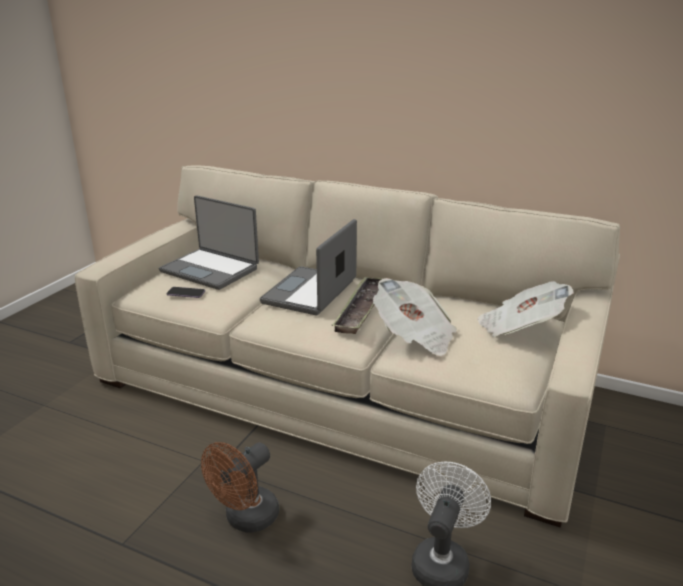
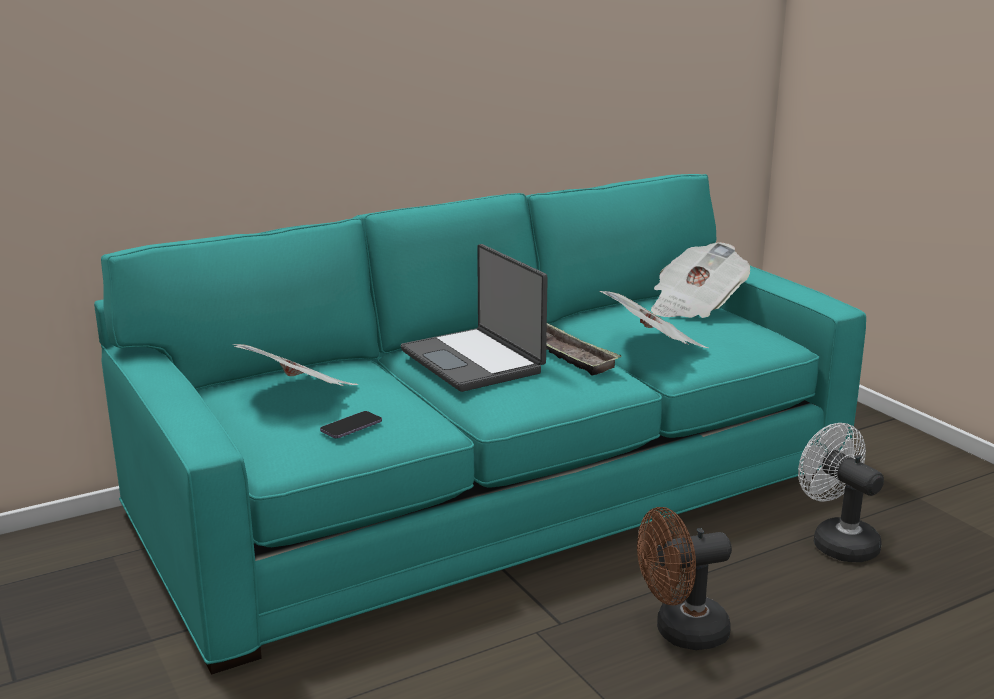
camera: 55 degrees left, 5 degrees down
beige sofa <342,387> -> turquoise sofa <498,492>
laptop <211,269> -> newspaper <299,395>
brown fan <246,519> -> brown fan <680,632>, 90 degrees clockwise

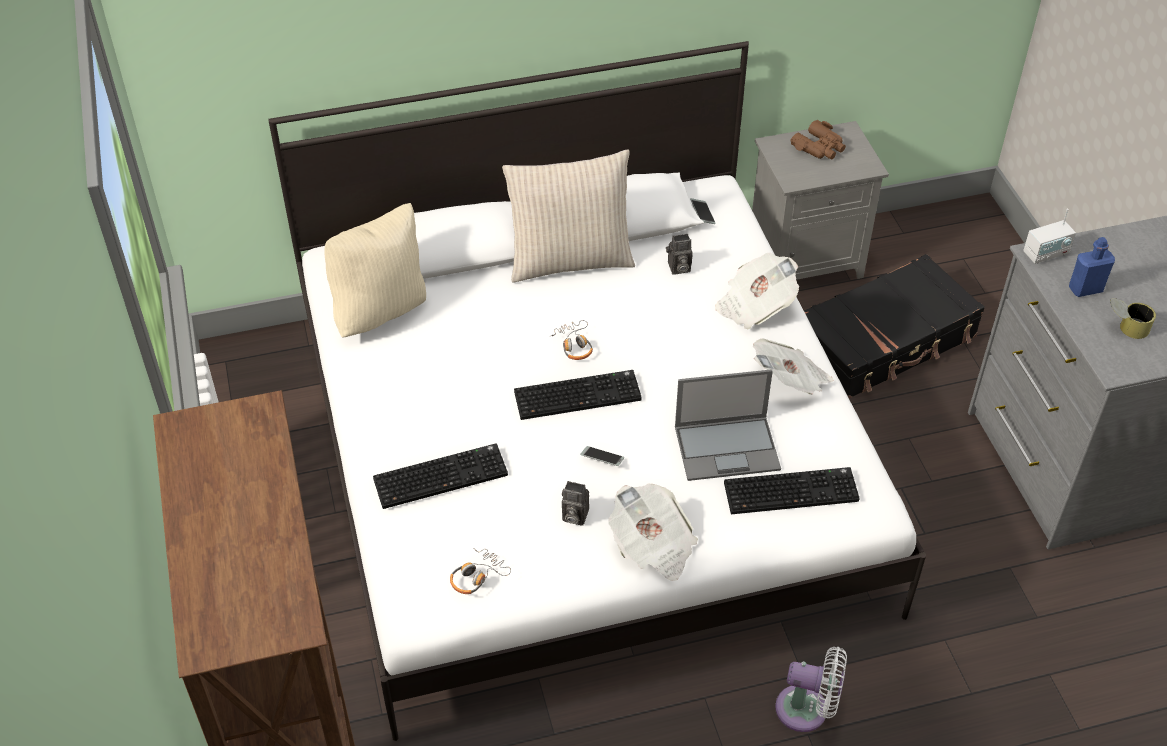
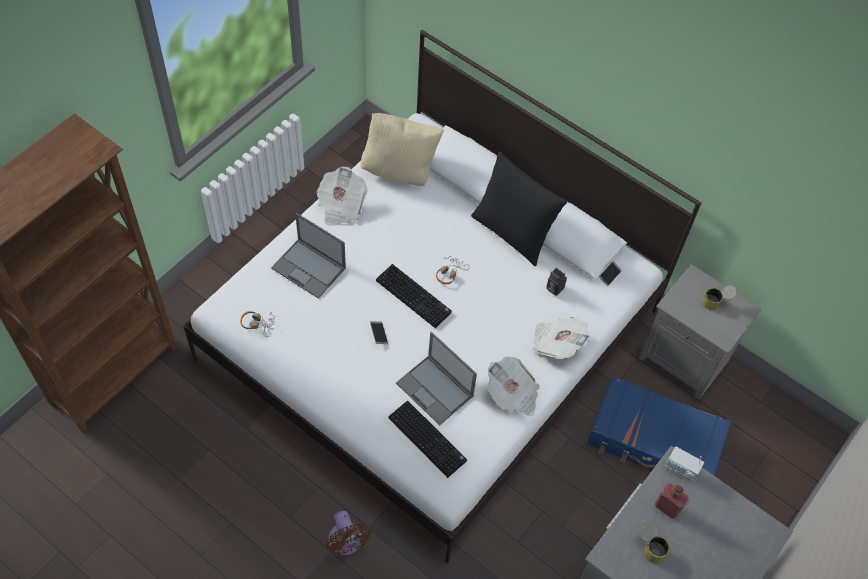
camera: 50 degrees right, 10 degrees up
keyboard <441,475> -> laptop <309,268>
newspaper <653,546> -> newspaper <341,206>, moved
white fan <807,710> -> brown fan <346,542>
beige pillow <570,260> -> black pillow <513,232>
black suitcase <885,341> -> blue suitcase <654,441>
blue bottle <1085,289> -> red bottle <667,507>
brown binoculars <819,147> -> can <716,302>
photo camera <573,516> -> none

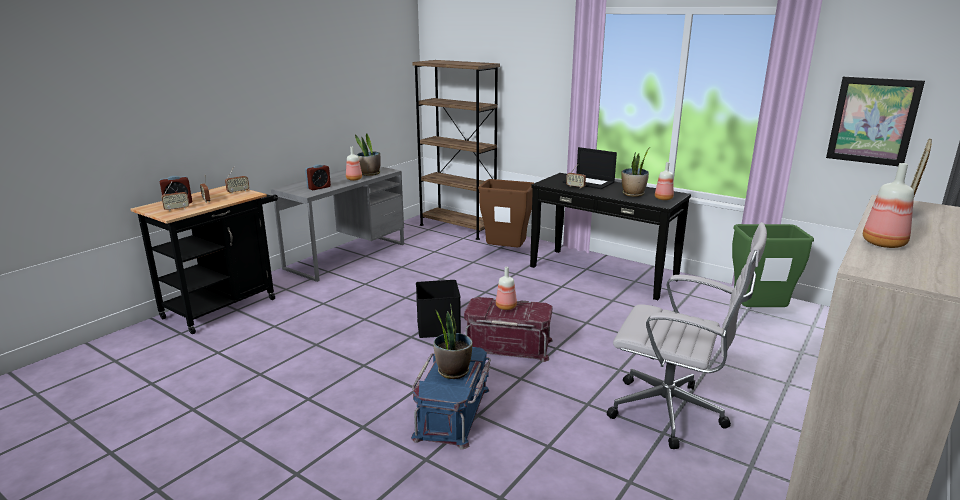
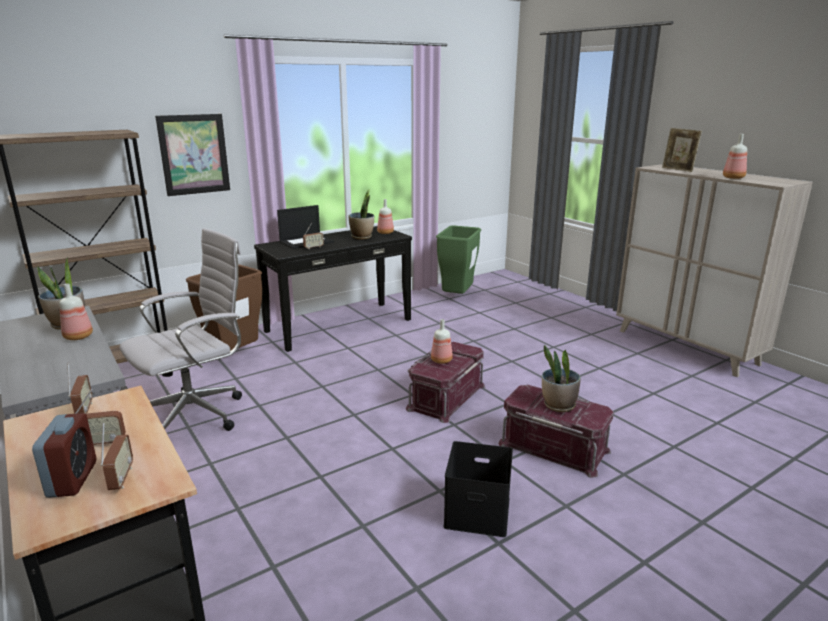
camera: 70 degrees left, 0 degrees up
white office chair <671,413> -> white office chair <198,414>, moved
picture <873,121> -> picture <194,154>, moved
black storage box <437,326> -> black storage box <475,513>, moved
blue storage box <453,413> -> red storage box <554,447>
alarm clock <319,187> -> none

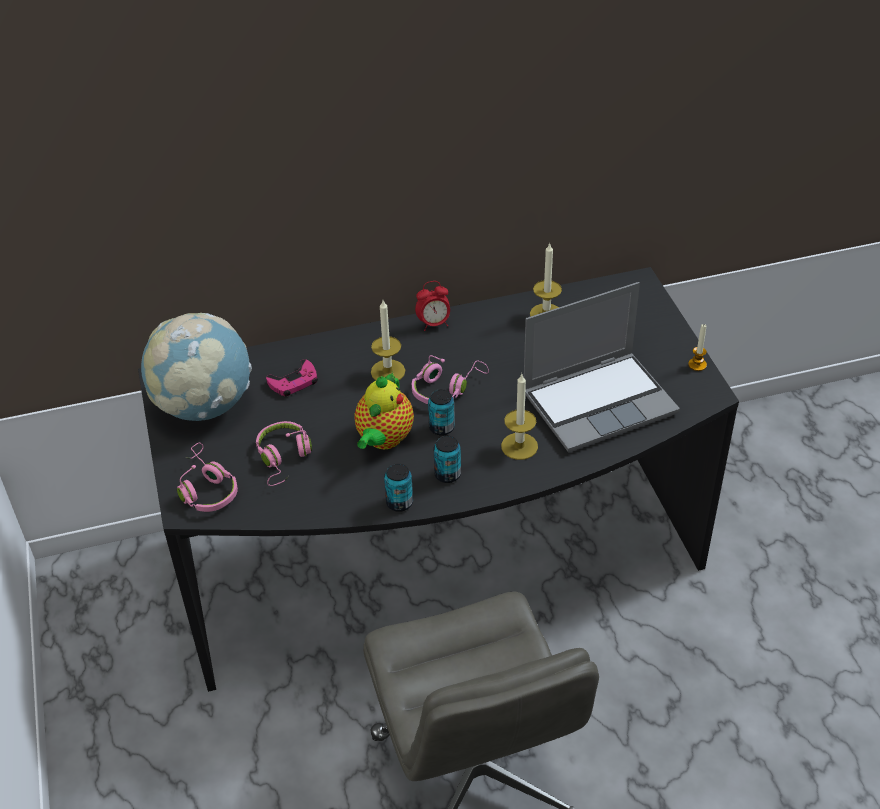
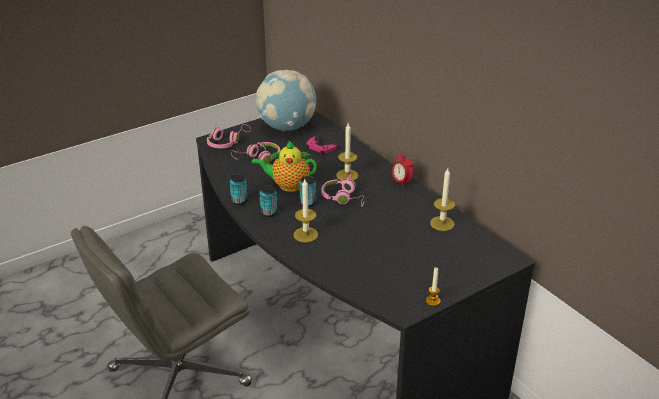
camera: 70 degrees right, 10 degrees down
laptop <600,402> -> none

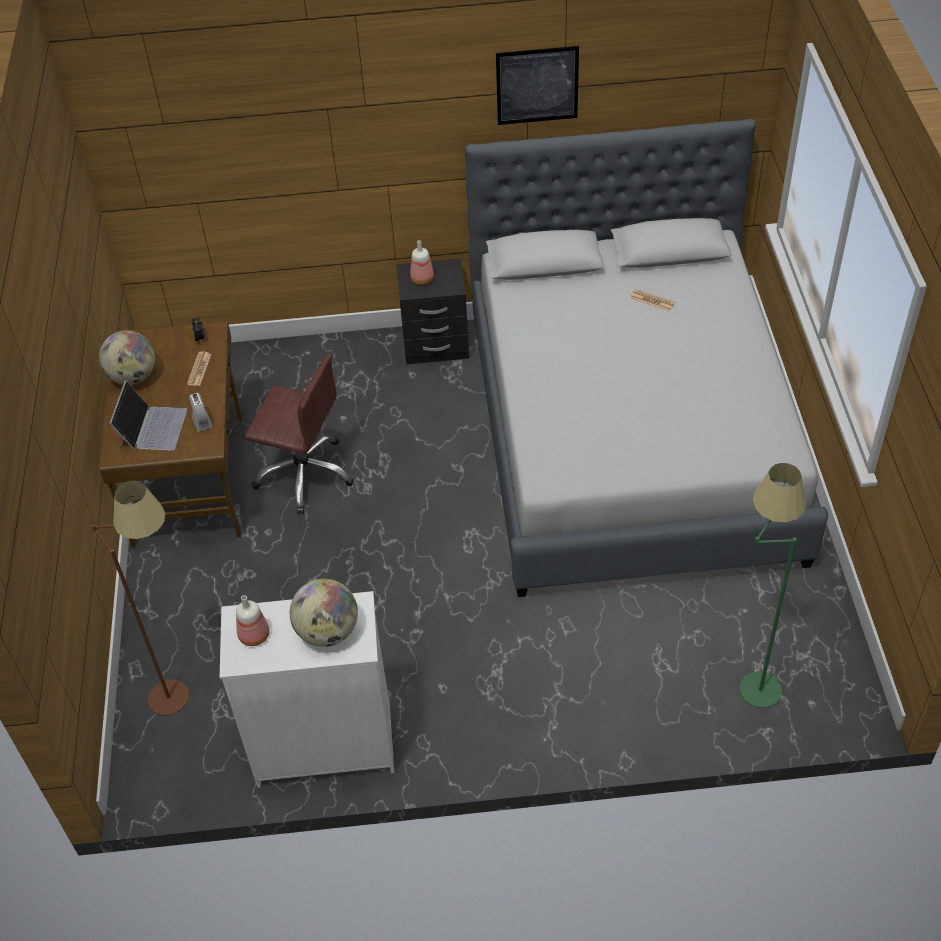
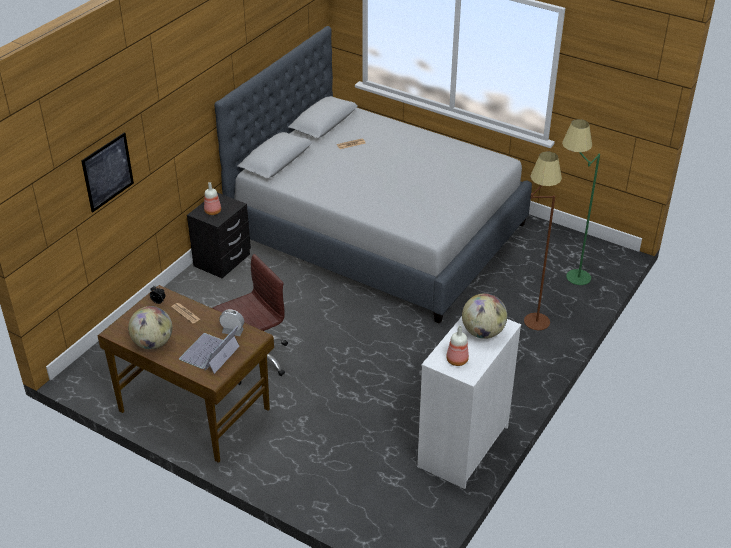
camera: 55 degrees left, 10 degrees down
picture <537,85> -> picture <107,172>, moved
laptop <152,427> -> laptop <209,353>, 105 degrees counterclockwise
brown floor lamp <181,683> -> brown floor lamp <531,314>, moved

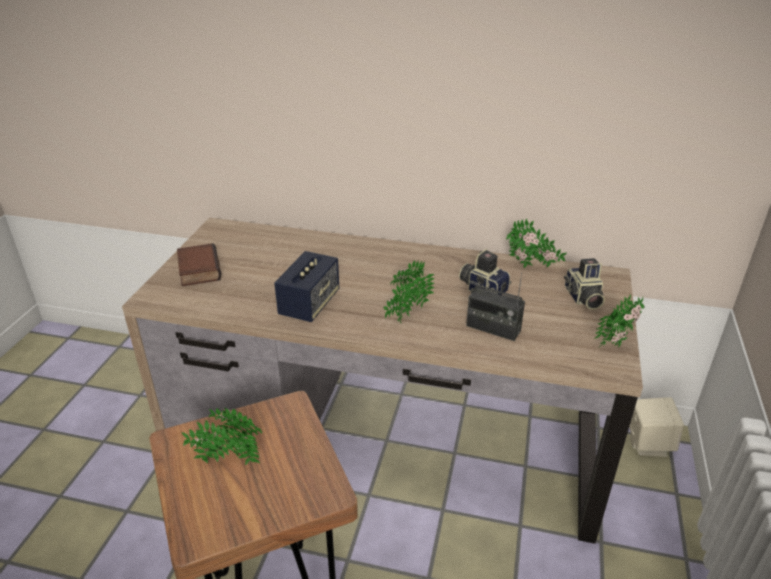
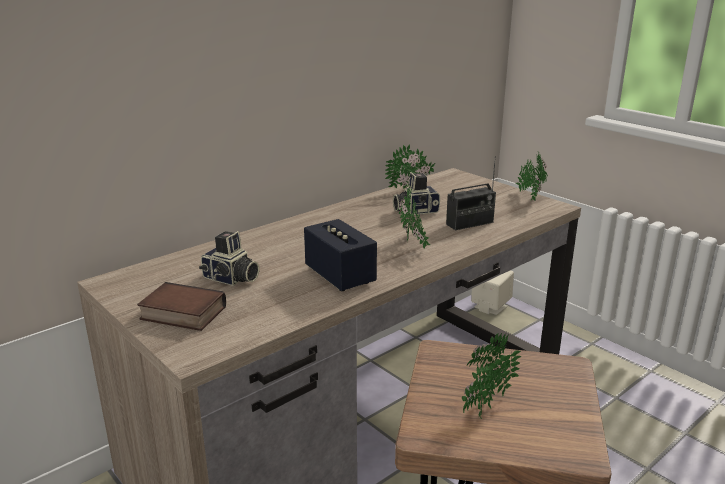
camera: 55 degrees left, 10 degrees down
photo camera <582,298> -> photo camera <231,279>, moved

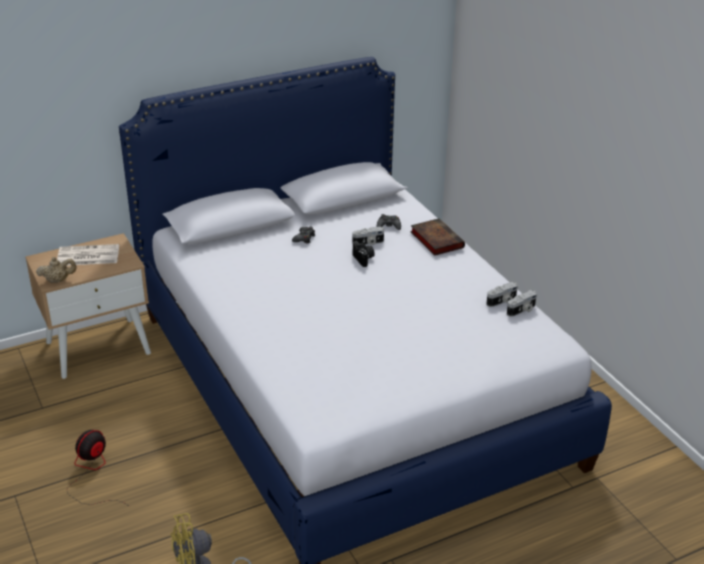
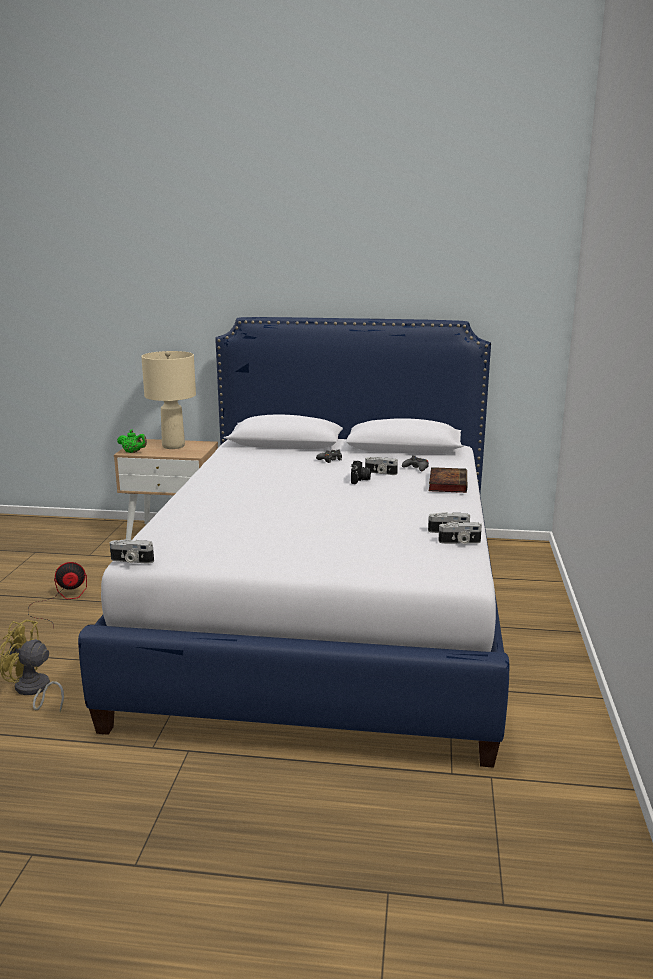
camera: 35 degrees right, 15 degrees down
none -> photo camera <131,561>
beige teapot <58,280> -> green teapot <133,452>
newspaper <87,256> -> beige table lamp <173,446>

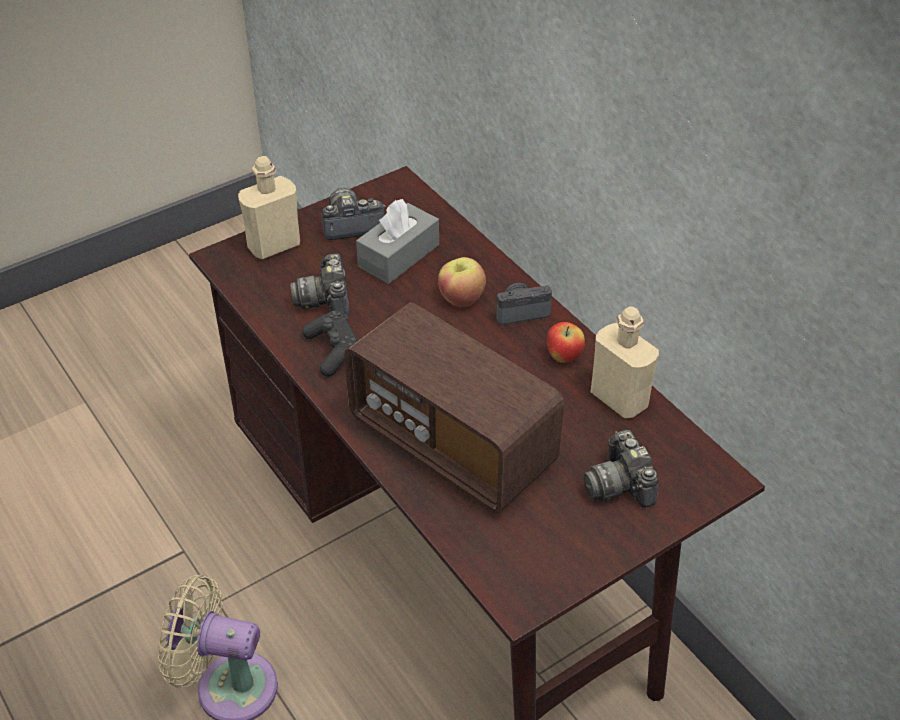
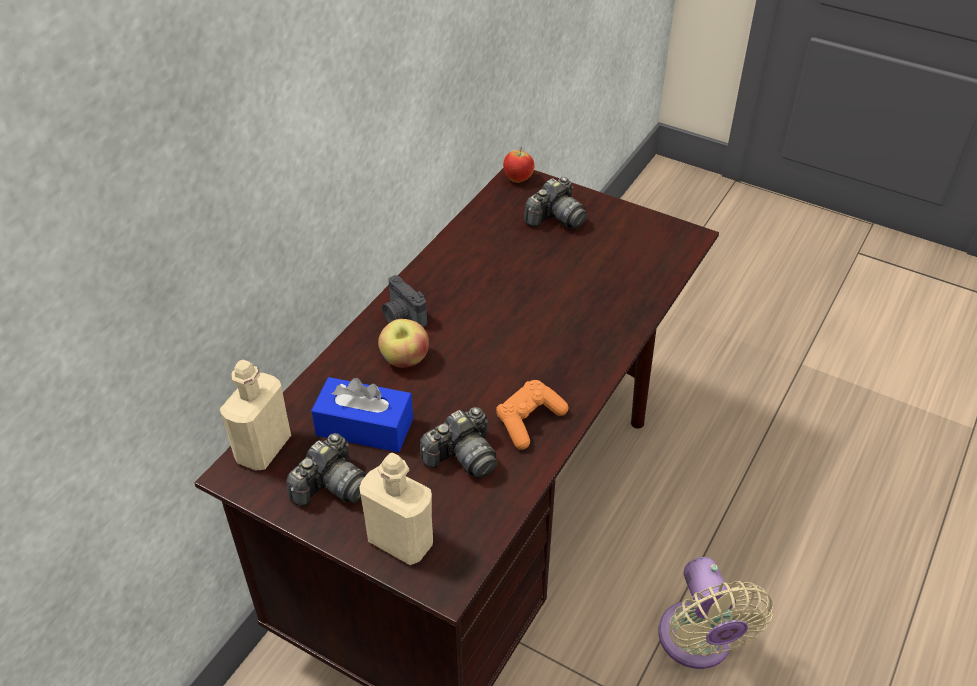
camera: 115 degrees left, 0 degrees up
beige bottle <619,399> -> beige bottle <263,448>, moved
photo camera <351,225> -> photo camera <331,486>, 105 degrees counterclockwise
grey tissue box <398,256> -> blue tissue box <365,427>
black game controller <334,351> -> orange game controller <529,421>
apple <563,357> -> apple <518,179>, moved
radio <452,444> -> none

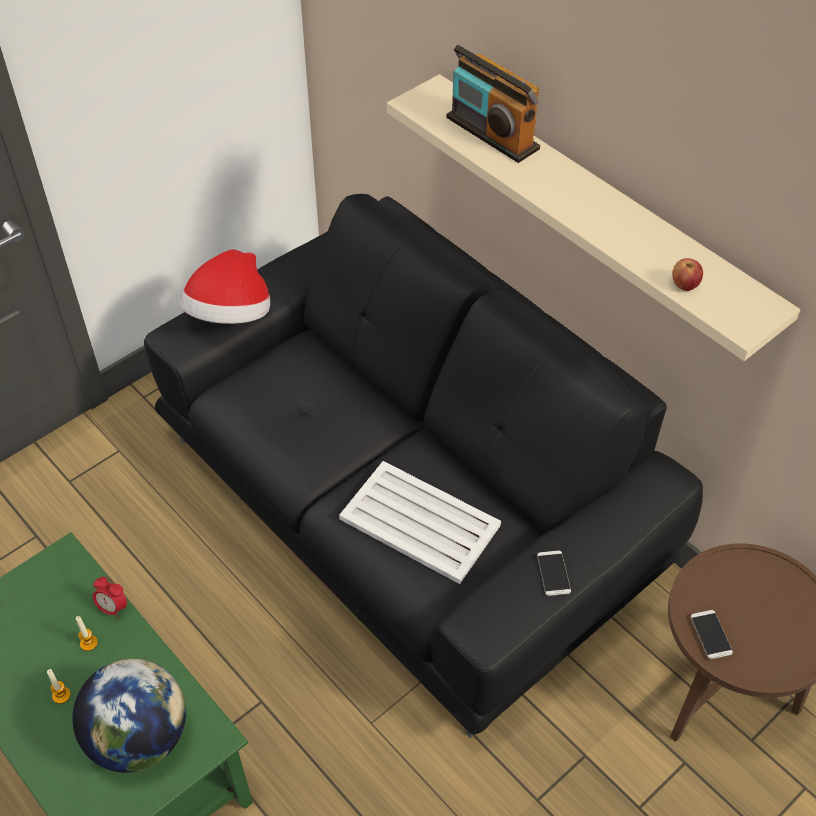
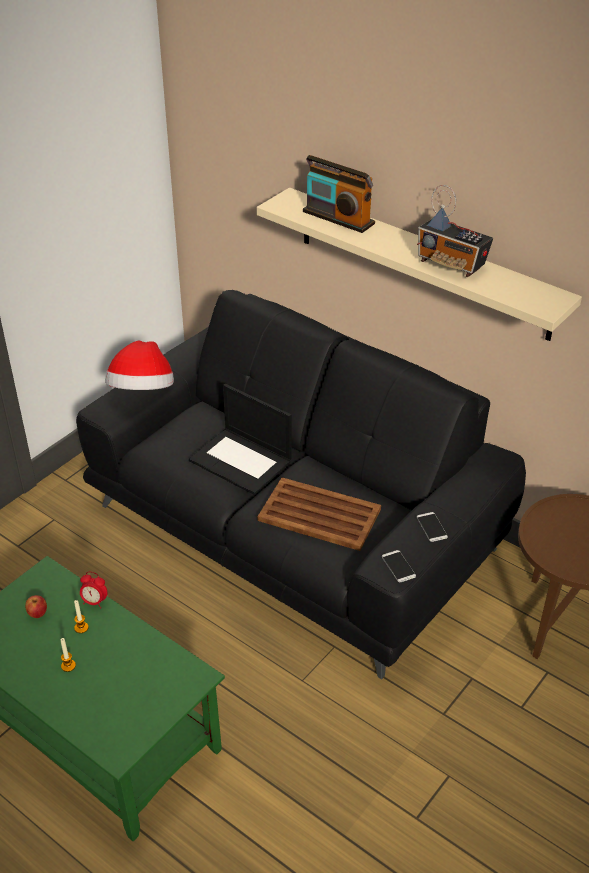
camera: 10 degrees left, 10 degrees down
apple <684,285> -> apple <38,613>, moved
none -> laptop <242,461>
white tray <421,523> -> brown tray <320,515>
phone <711,634> -> phone <398,566>, moved
none -> radio <451,265>
globe <139,737> -> none

